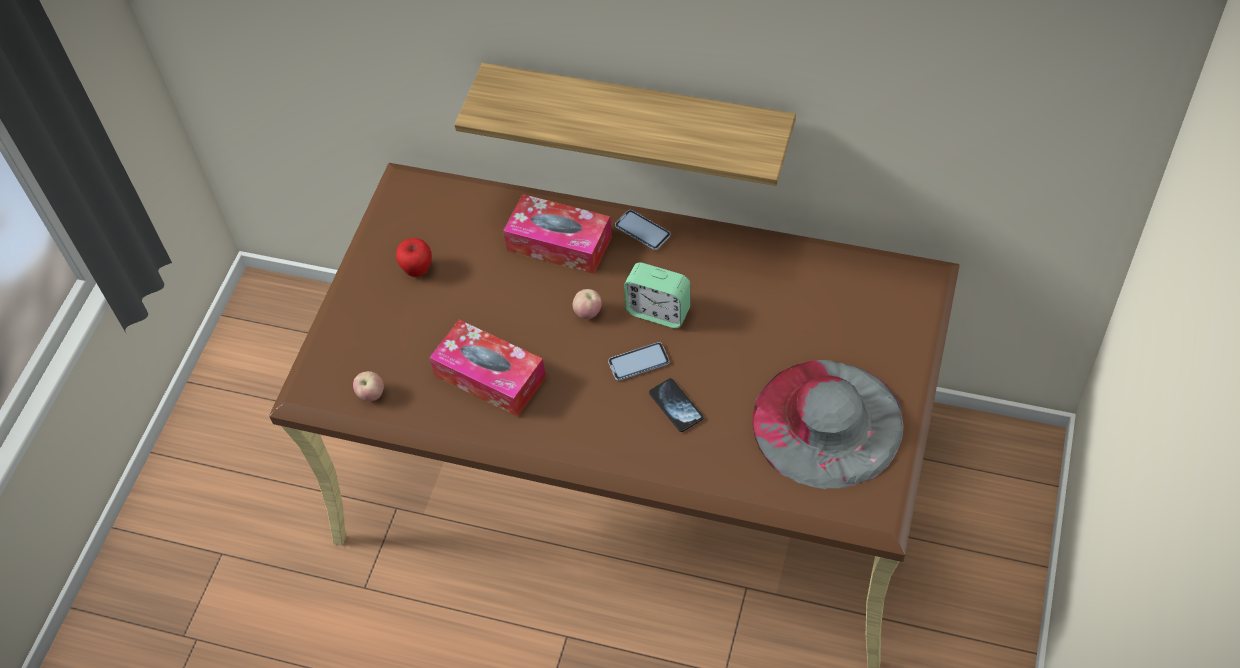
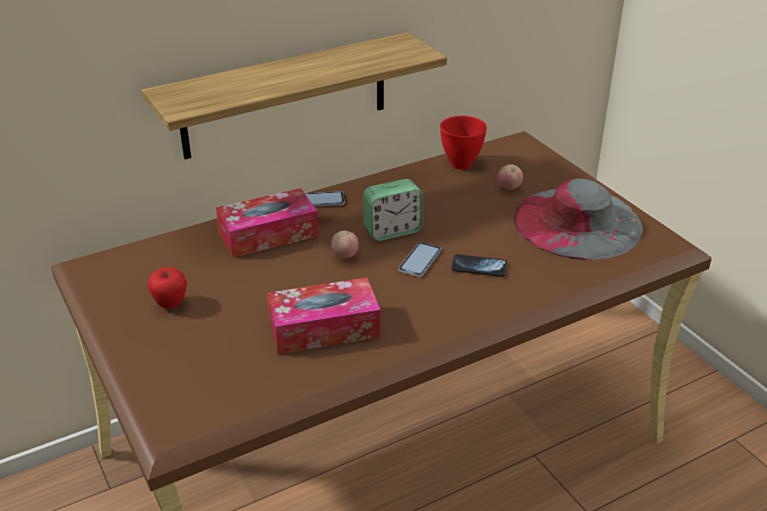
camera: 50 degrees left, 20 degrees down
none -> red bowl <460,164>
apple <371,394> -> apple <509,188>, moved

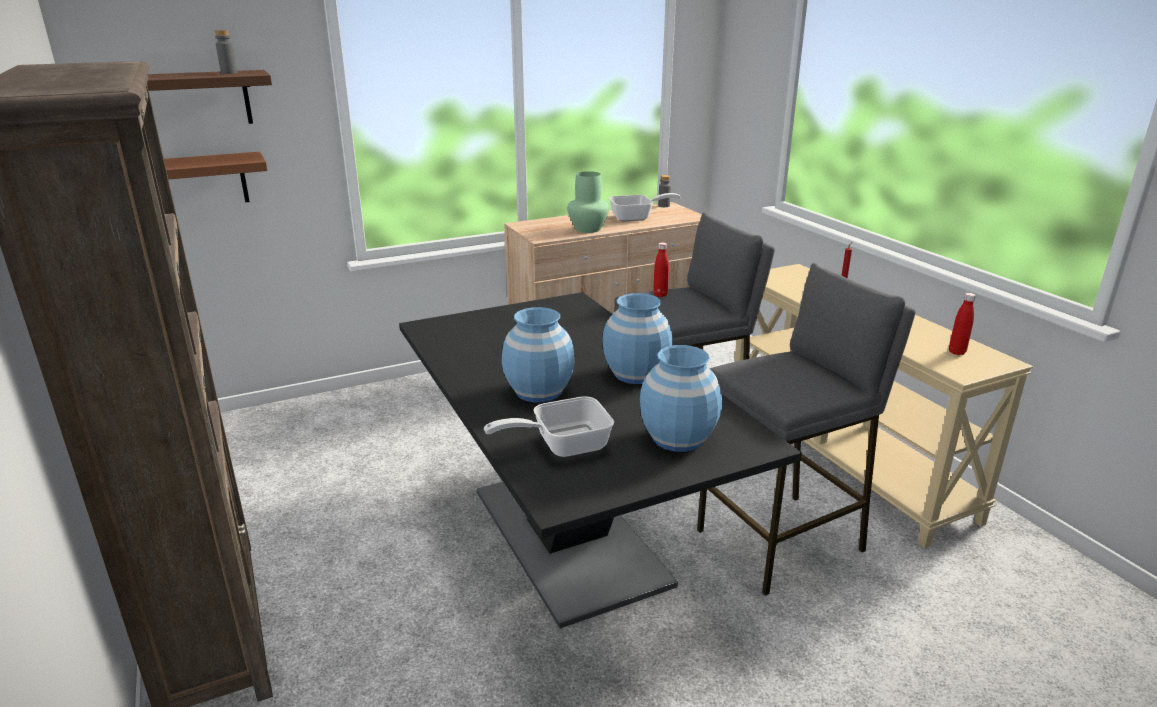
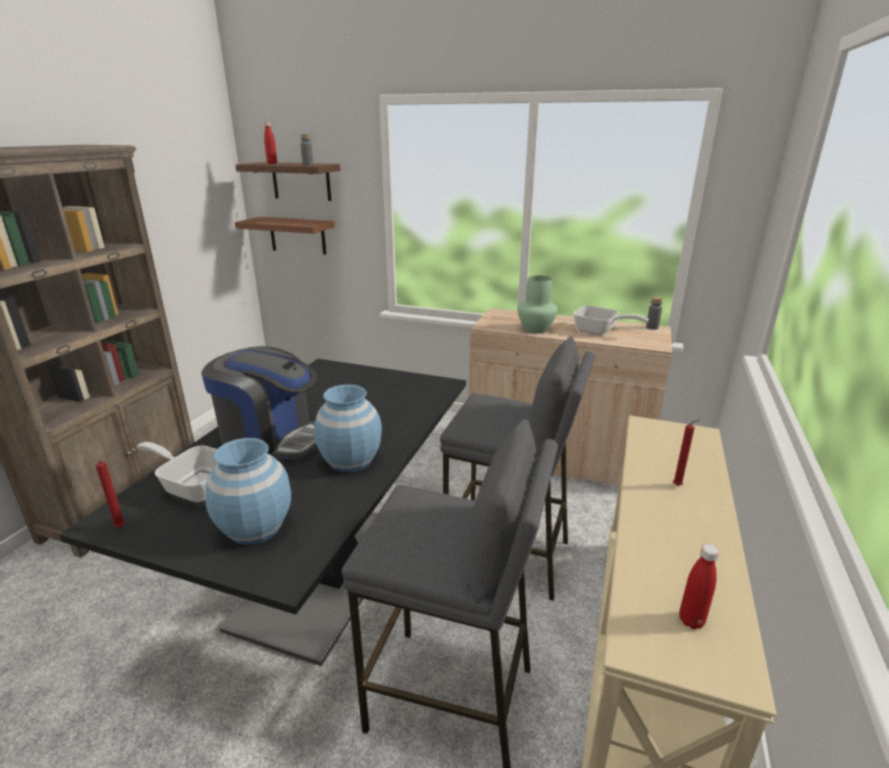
camera: 45 degrees right, 0 degrees up
none -> red candle <120,528>
blue vase <539,391> -> coffee machine <272,440>
red bottle <660,295> -> red bottle <272,163>, moved

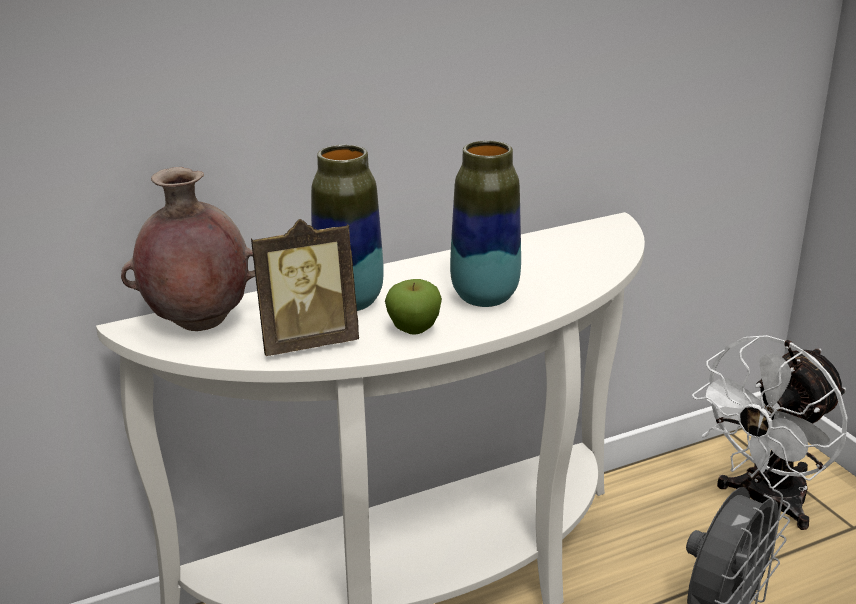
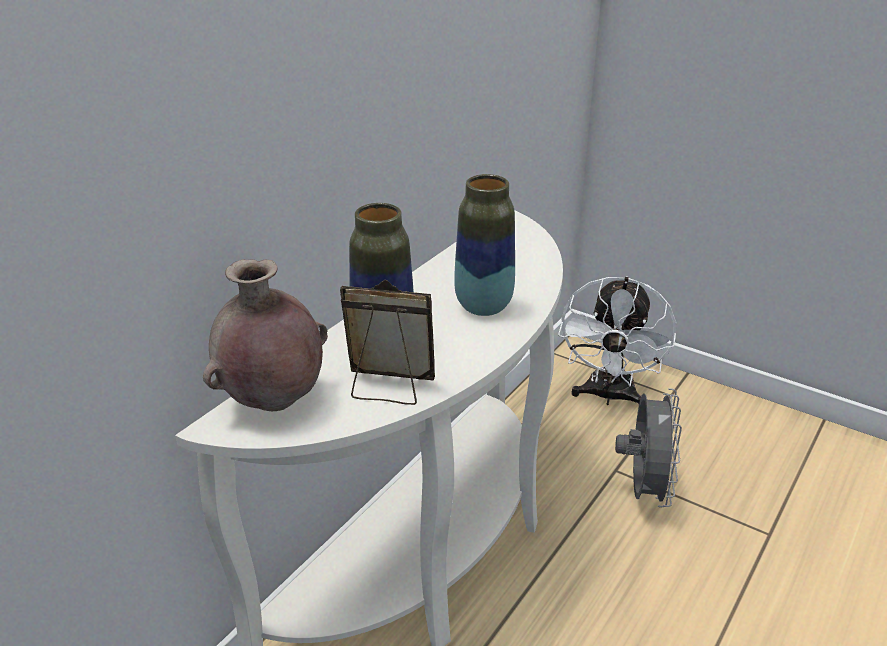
camera: 30 degrees left, 5 degrees up
picture frame <307,342> -> picture frame <388,389>, 120 degrees counterclockwise
apple <414,329> -> none

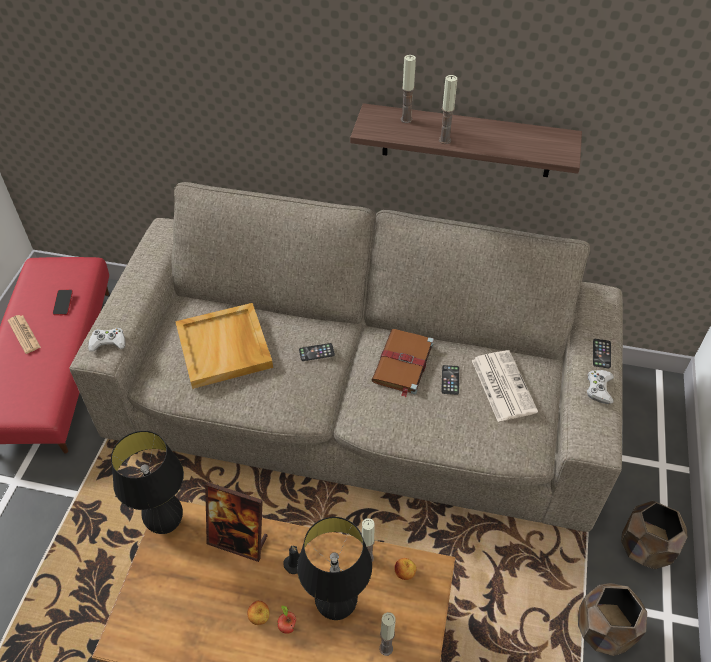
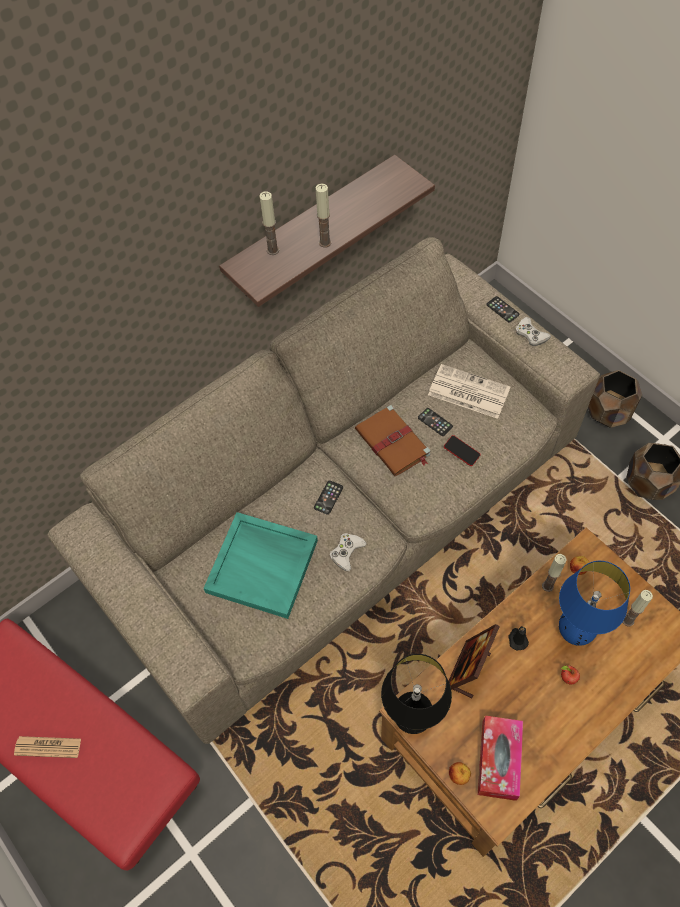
camera: 50 degrees left, 10 degrees up
beige tray <225,348> -> turquoise tray <263,566>
white game controller <108,342> -> white game controller <347,552>, moved
phone <63,304> -> phone <461,452>, moved
picture frame <238,540> -> picture frame <468,670>, 150 degrees clockwise
apple <259,617> -> apple <458,775>, moved
none -> tissue box <498,760>
black table lamp <336,607> -> blue table lamp <573,633>

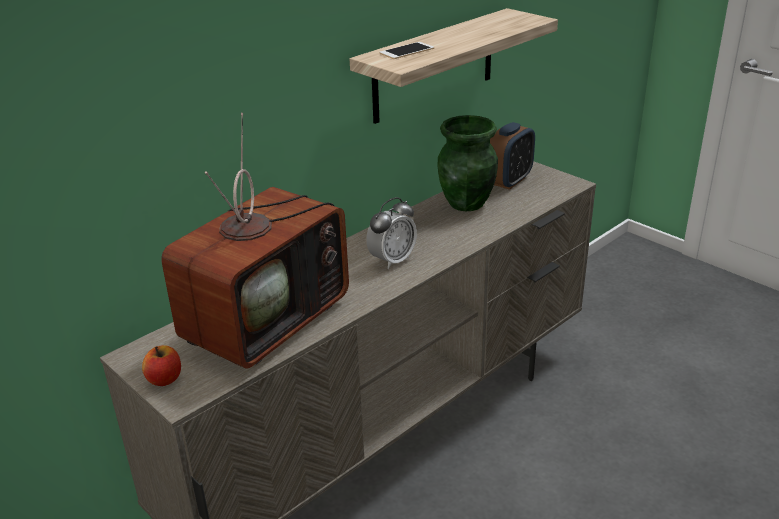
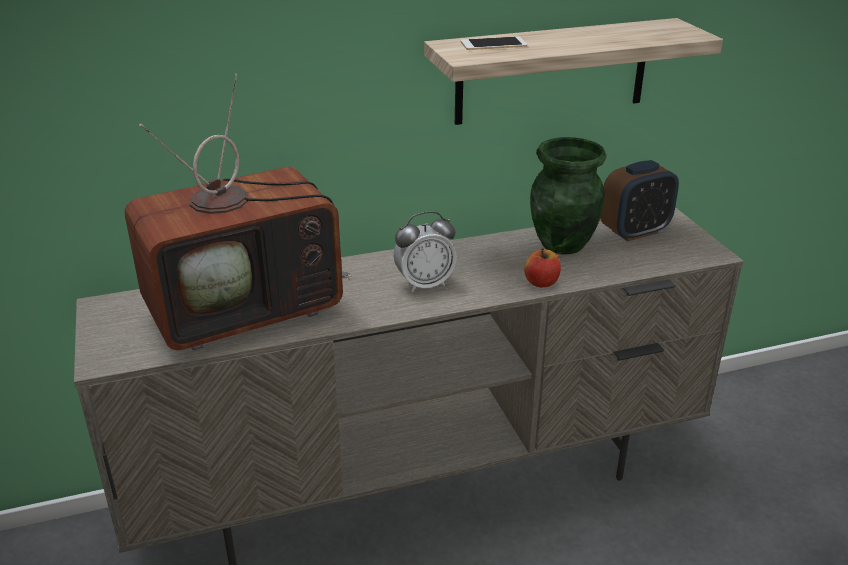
camera: 25 degrees right, 0 degrees up
apple <165,379> -> apple <541,282>, moved

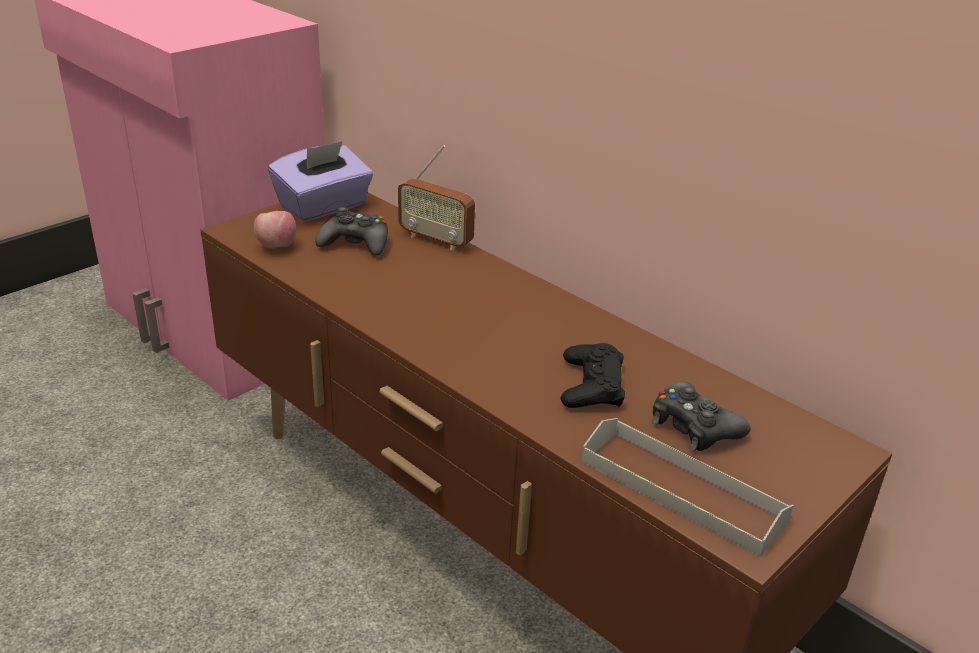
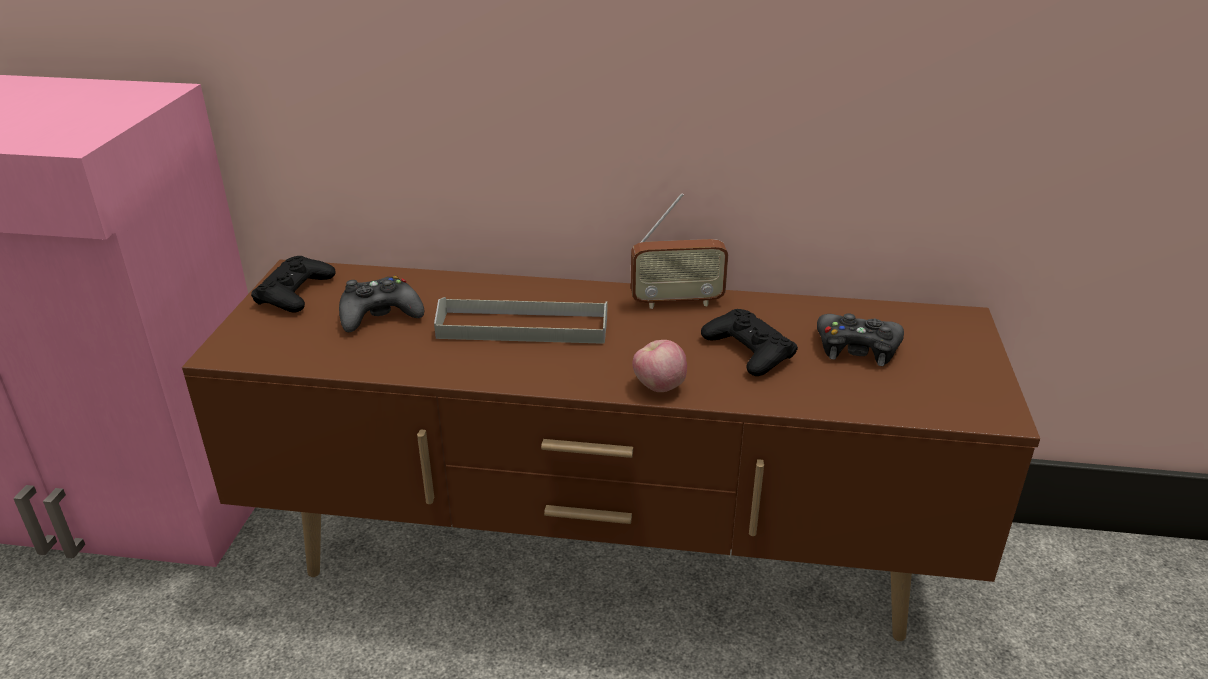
camera: 35 degrees left, 0 degrees up
purple tissue box <323,207> -> black game controller <295,293>
grey tray <681,490> -> grey tray <523,327>, moved
radio <436,240> -> radio <677,302>, moved
apple <276,246> -> apple <658,387>, moved

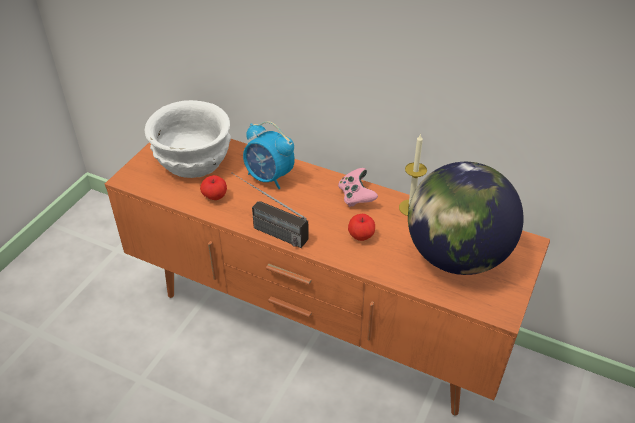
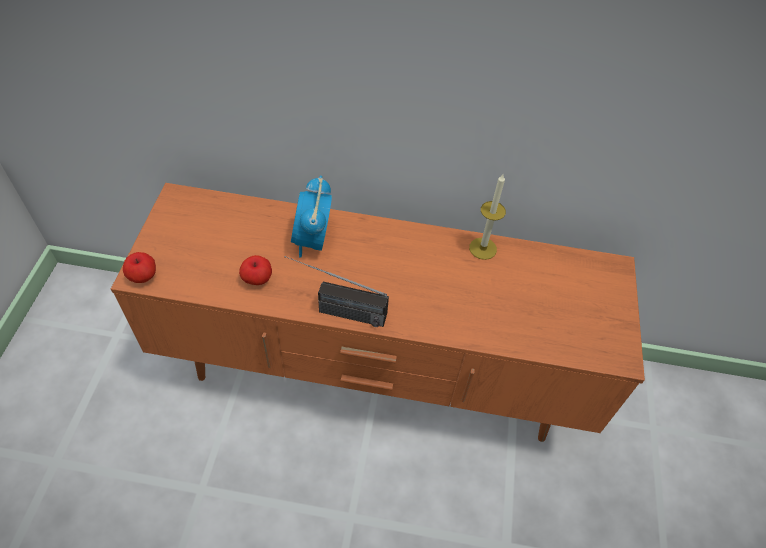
camera: 20 degrees left, 10 degrees up
apple <361,236> -> apple <143,277>, moved
alarm clock <269,178> -> alarm clock <312,240>, 75 degrees clockwise
white bowl <193,160> -> none
pink game controller <356,196> -> none
globe <456,256> -> none

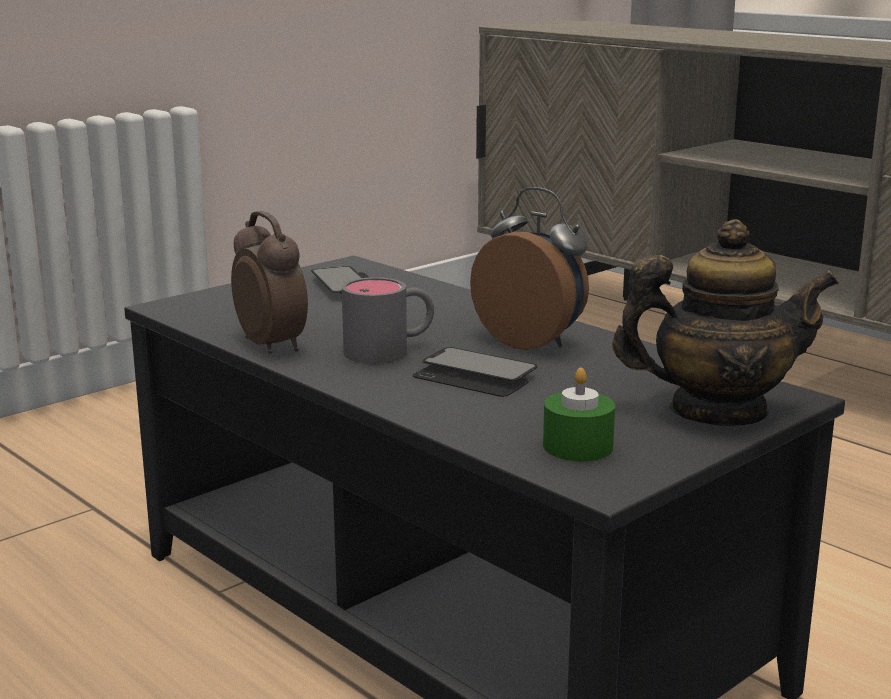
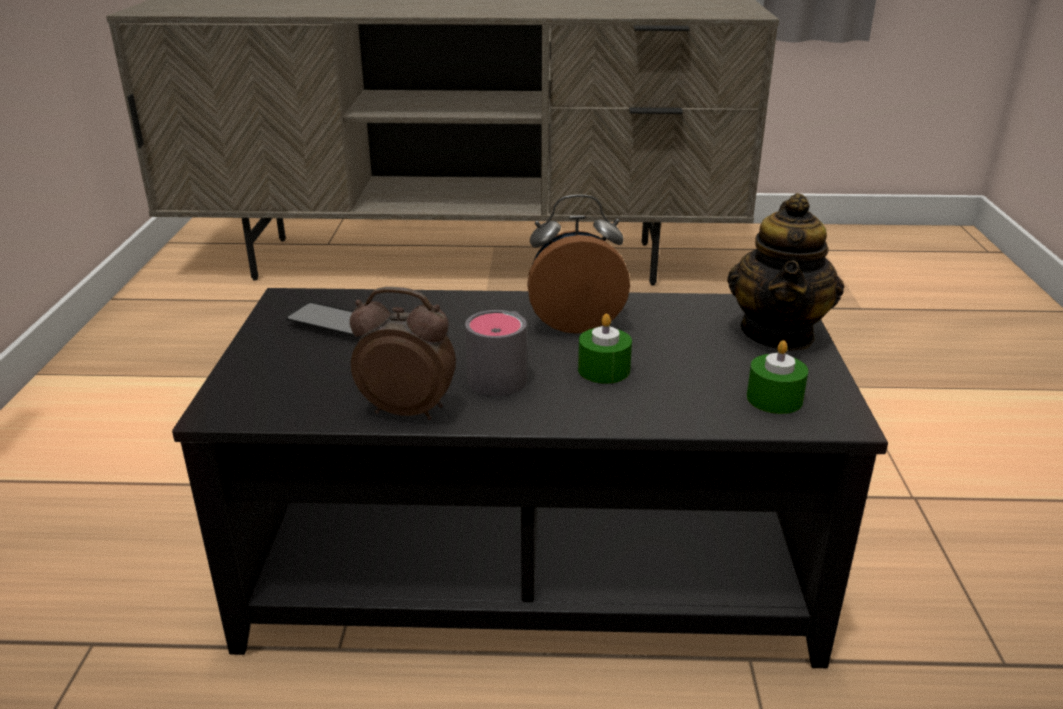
camera: 45 degrees left, 10 degrees up
phone <475,376> -> green candle <604,370>
teapot <717,412> -> teapot <778,333>, 150 degrees clockwise

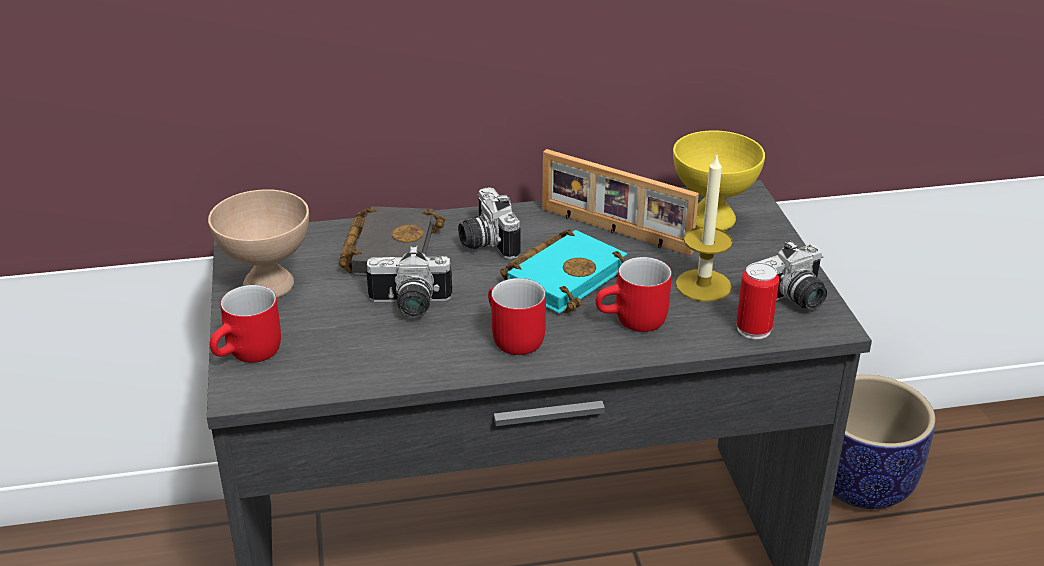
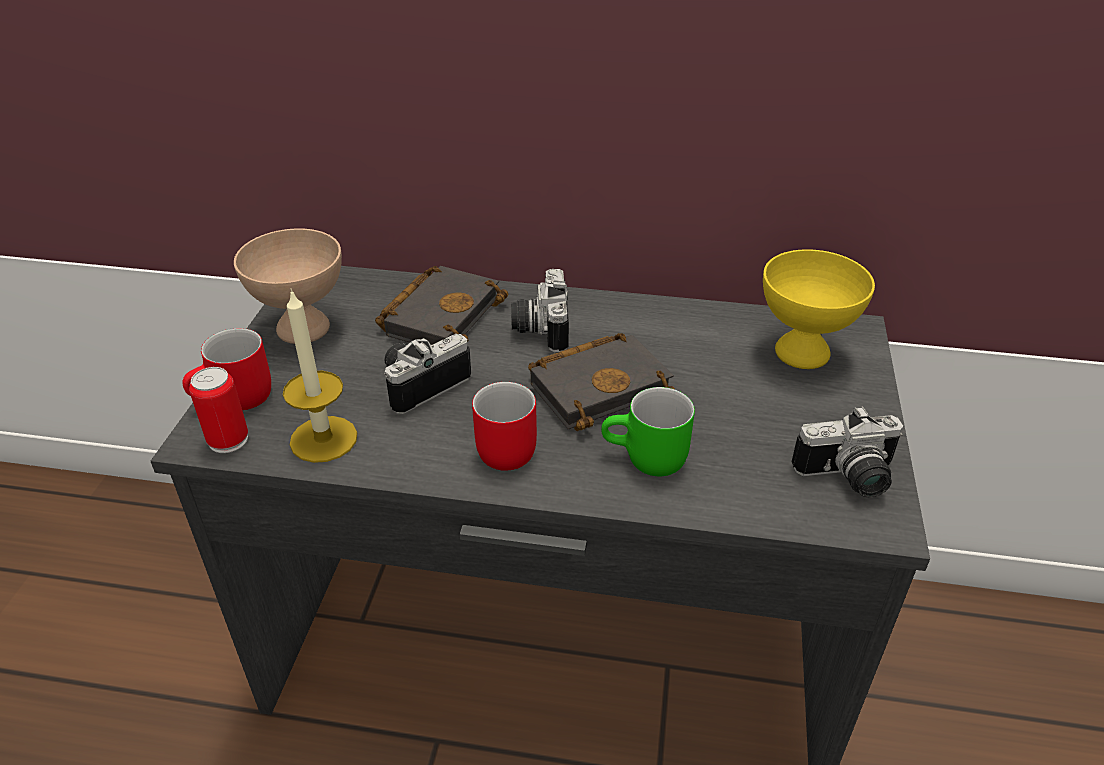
camera: 20 degrees right, 5 degrees up
can <753,329> -> can <228,440>, moved
candle <703,285> -> candle <323,439>, moved
photo camera <409,306> -> photo camera <420,383>, 120 degrees clockwise
turquoise book <565,276> -> black book <600,385>
red mug <634,322> -> green mug <646,460>
picture frame <614,231> -> none
planter <863,484> -> none

